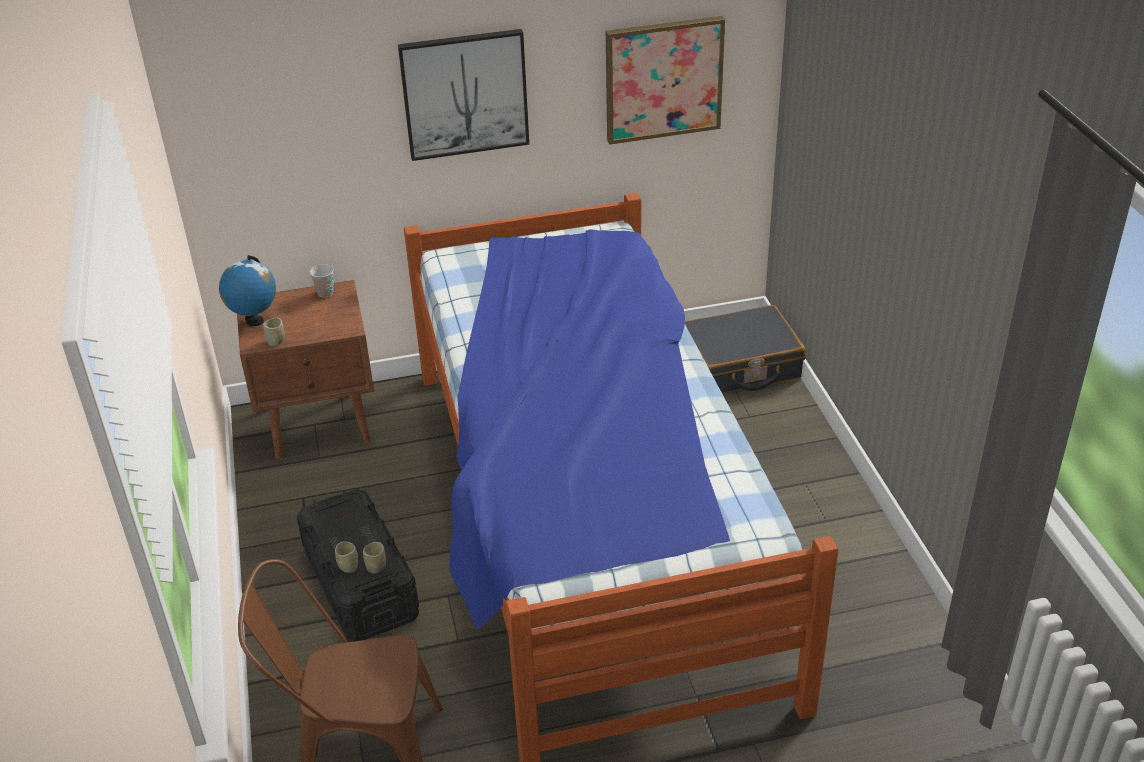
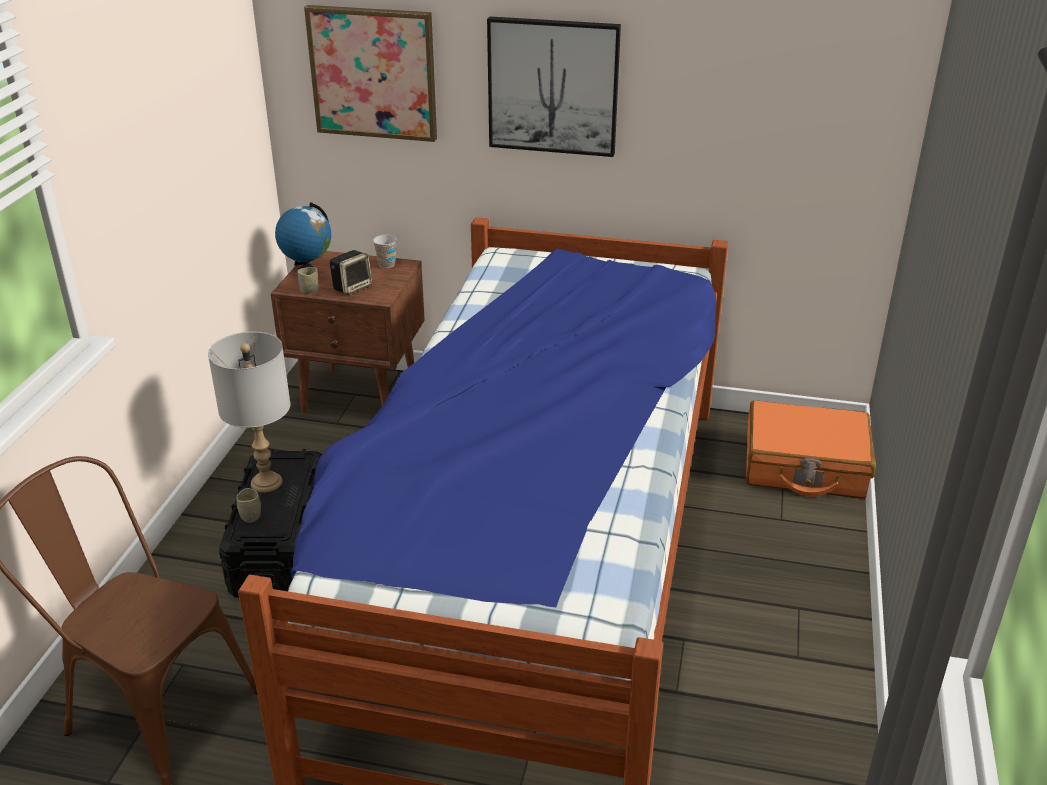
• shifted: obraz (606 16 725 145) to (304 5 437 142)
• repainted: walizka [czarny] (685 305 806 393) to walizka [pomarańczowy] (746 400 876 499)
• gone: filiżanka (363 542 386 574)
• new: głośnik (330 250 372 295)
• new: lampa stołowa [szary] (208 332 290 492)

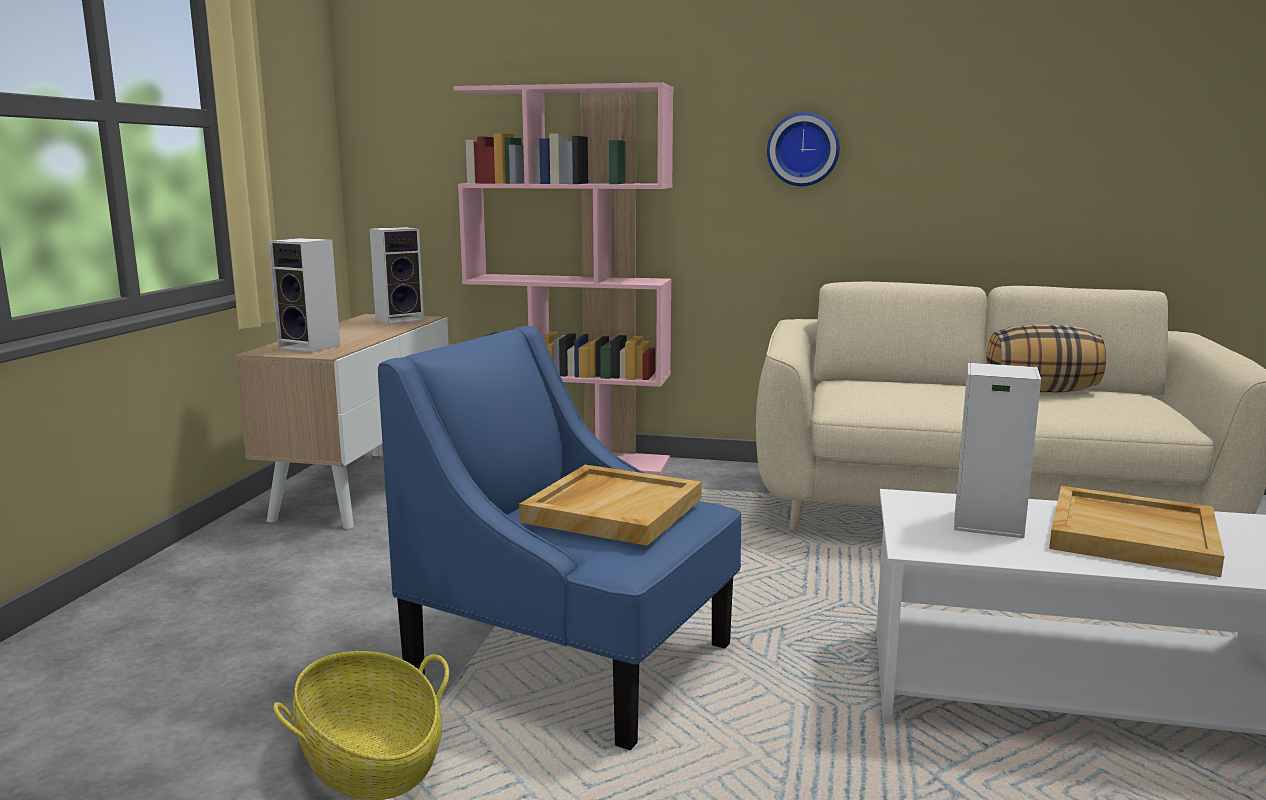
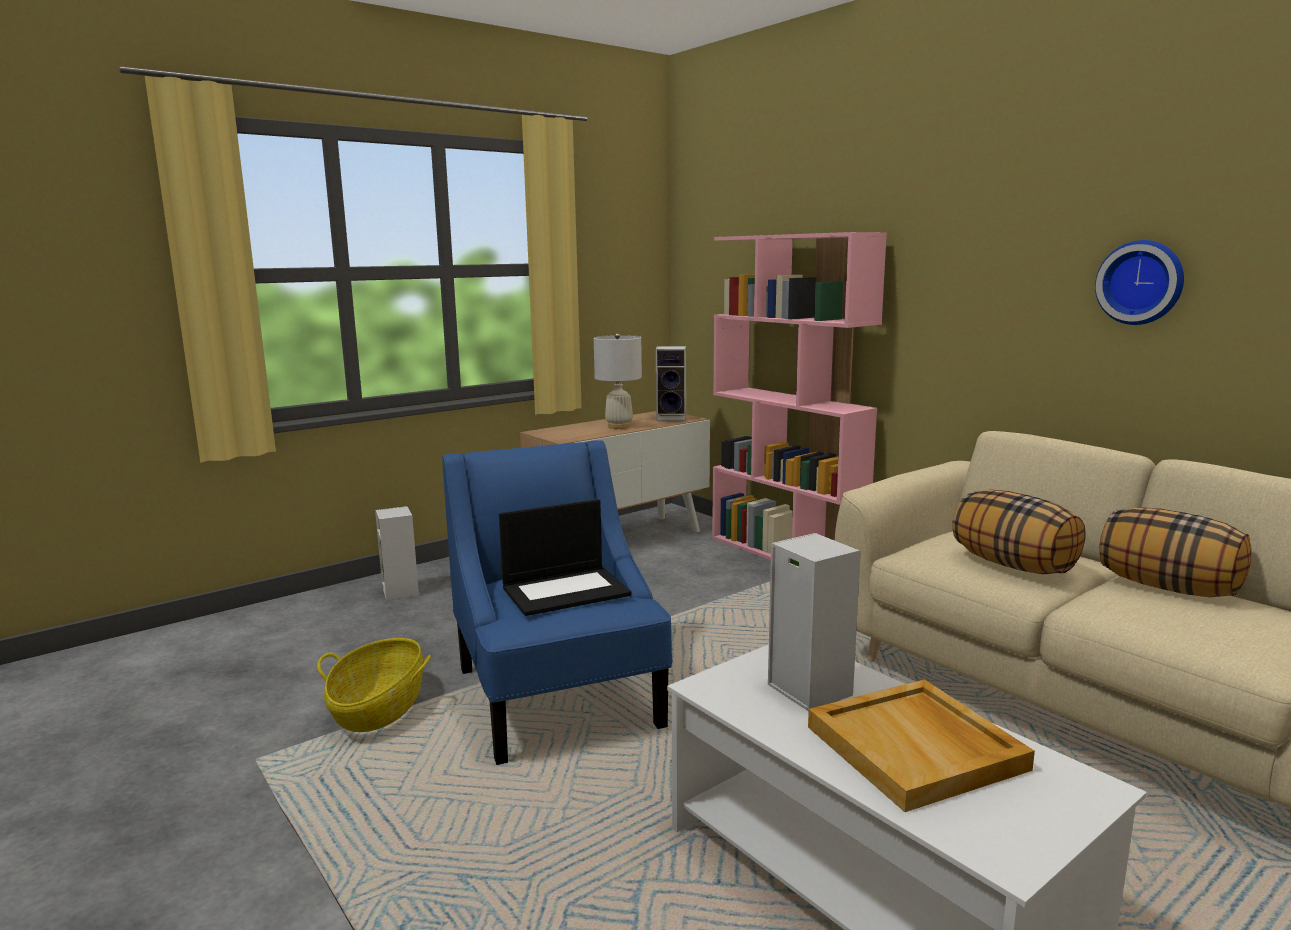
• shifted: zegar ścienny (767 112 840 186) to (1095 240 1184 325)
• shifted: głośnik (268 238 340 353) to (375 506 419 601)
• swapped: taca [beżowy] (519 465 702 546) to laptop (499 499 631 616)
• new: lampa stołowa [biały] (594 333 642 429)
• new: poduszka (952 490 1085 574)

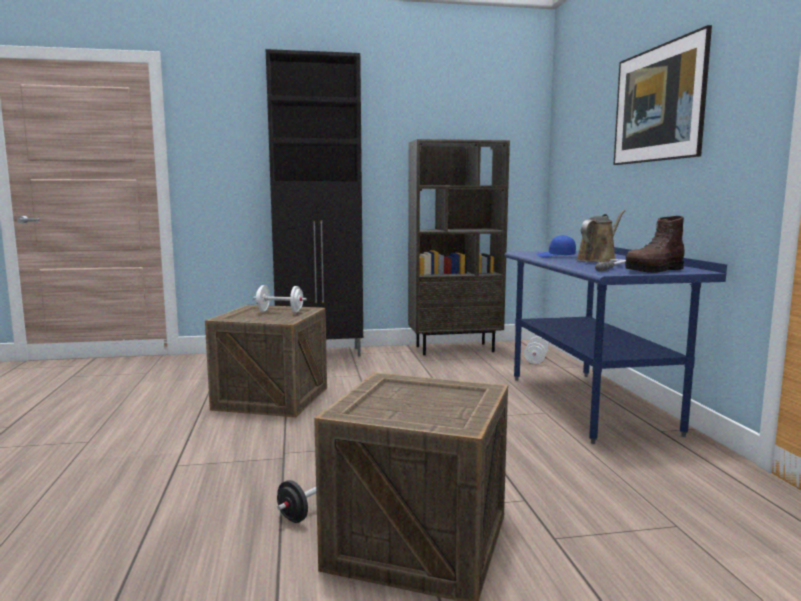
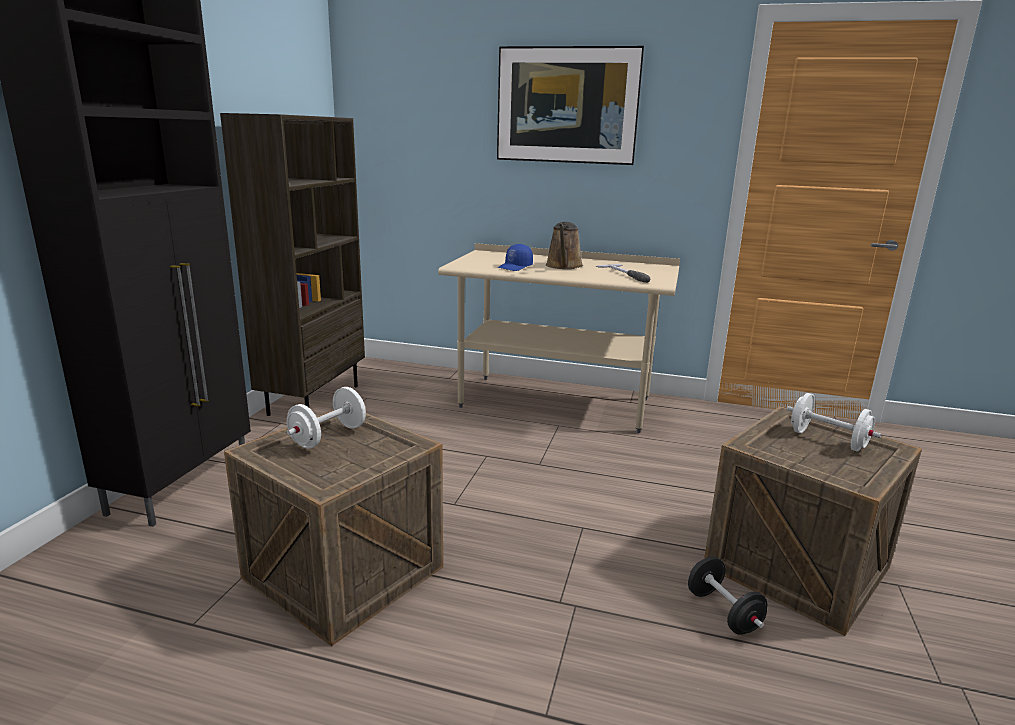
• rotated: konewka [brązowy] (576 210 625 262) = (546 222 583 269) 150 degrees counterclockwise
• gone: but z cholewką [brązowy] (625 216 685 273)
• repainted: biurko [niebieski] (505 247 727 444) to biurko [beżowy] (438 243 680 433)
• shifted: hantel [biały] (524 337 548 364) to (787 393 882 452)

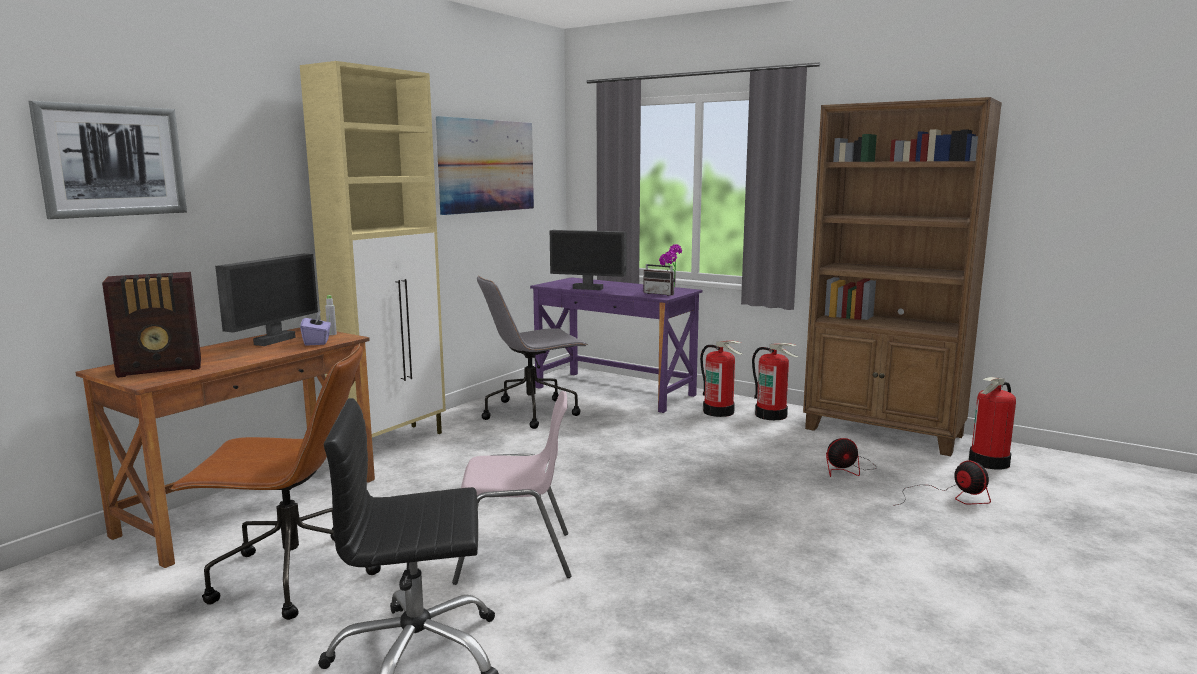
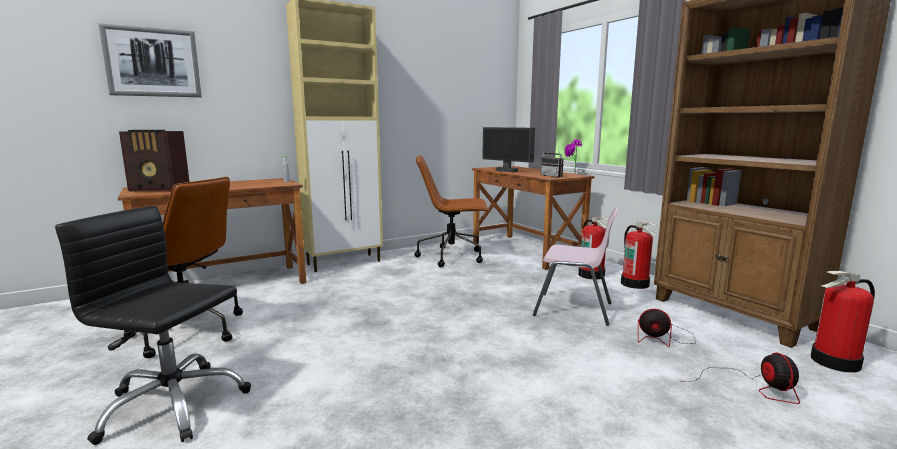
• gone: obraz (436 116 534 215)
• gone: monitor (215 254 318 346)
• repainted: krzesło biurowe [szary] (477 275 588 429) to krzesło biurowe [brązowy] (414 155 489 267)
• repainted: biurko [fioletowy] (530 277 702 413) to biurko [brązowy] (472 166 594 270)
• gone: pudełko chusteczek [fioletowy] (300 311 331 346)
• shifted: krzesło [różowy] (452 391 572 585) to (533 206 618 326)

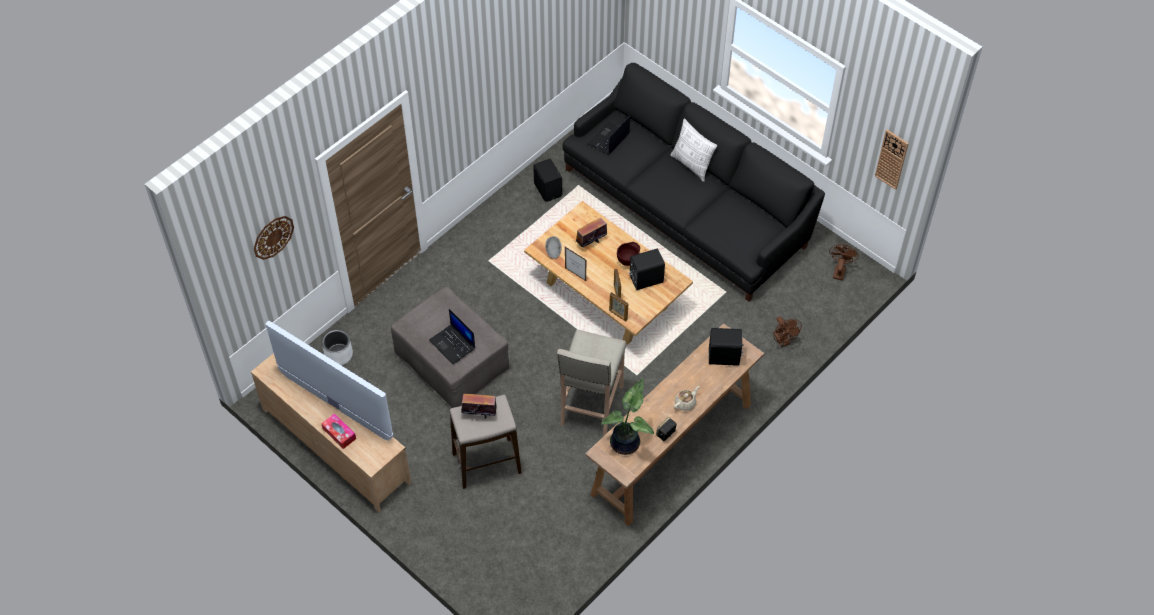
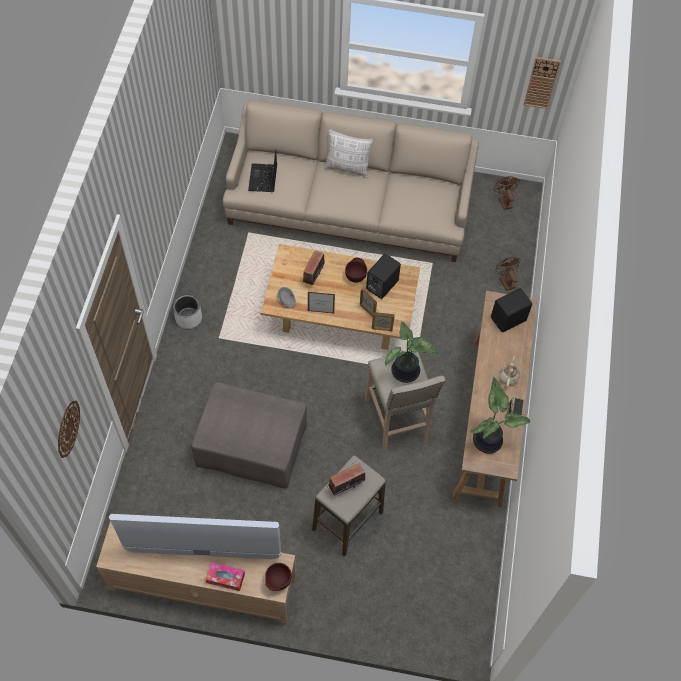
• repainted: kanapa [czarny] (562 63 825 302) to kanapa [beżowy] (223 100 479 262)
• gone: głośnik [czarny] (533 159 562 202)
• gone: laptop (429 309 475 364)
• rotated: wentylator [brązowy] (773 316 802 347) = (494 257 521 291) 150 degrees counterclockwise
• shifted: donica [biały] (322 329 353 365) to (173 295 202 329)
• new: roślina doniczkowa (385 321 440 383)
• new: miska [brązowy] (265 563 292 591)

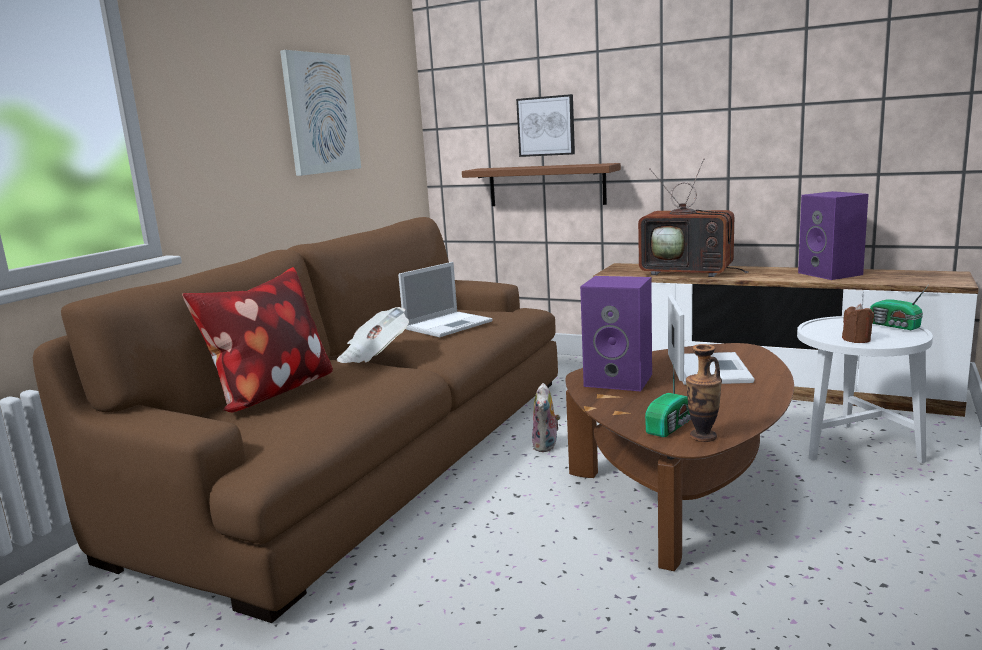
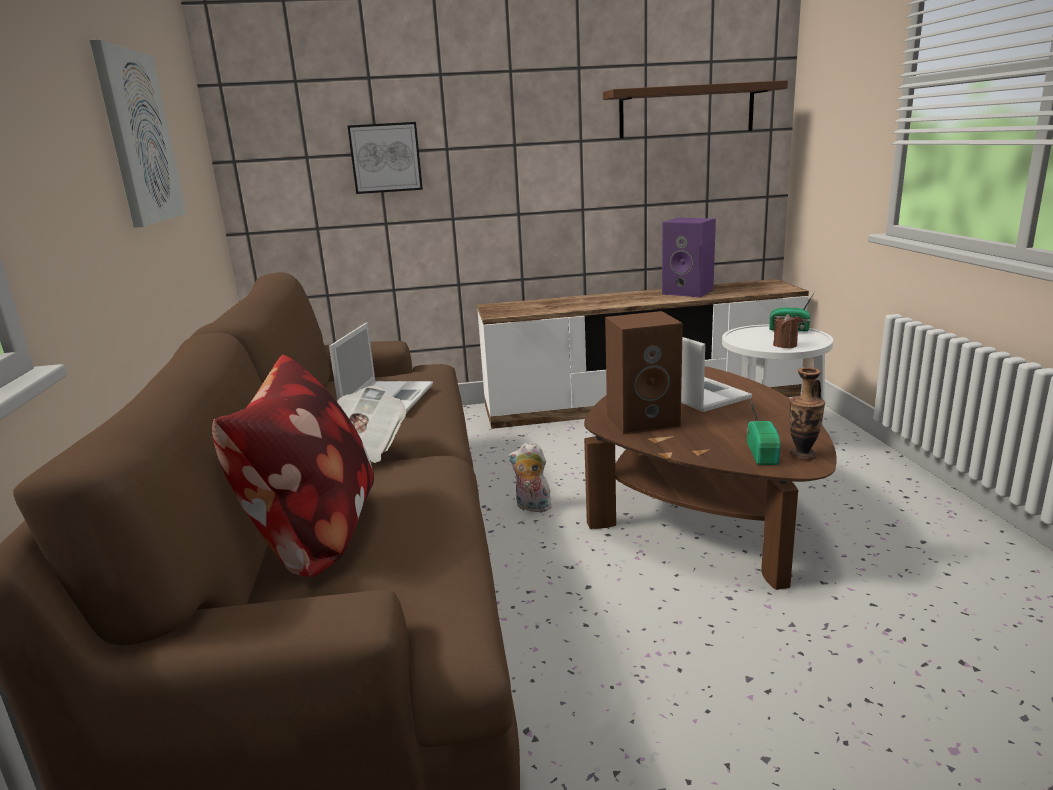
• gone: telewizor (638 158 749 277)
• shifted: półka [brązowy] (462 163 621 206) to (603 80 788 138)
• repainted: głośnik [fioletowy] (580 276 652 391) to głośnik [brązowy] (605 311 683 434)
• rotated: pluszak (532 383 560 452) = (508 443 552 512) 135 degrees clockwise

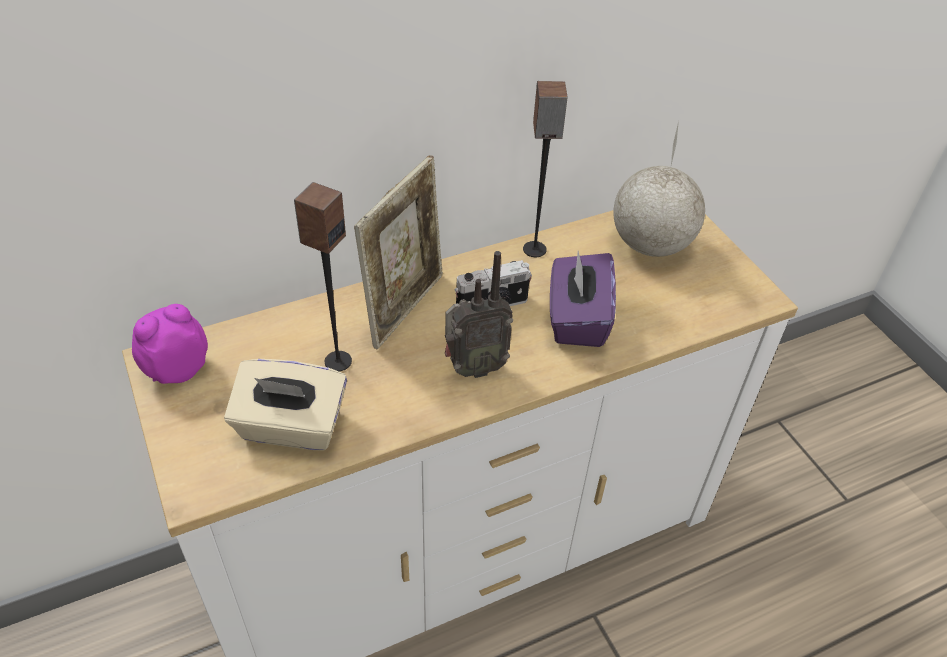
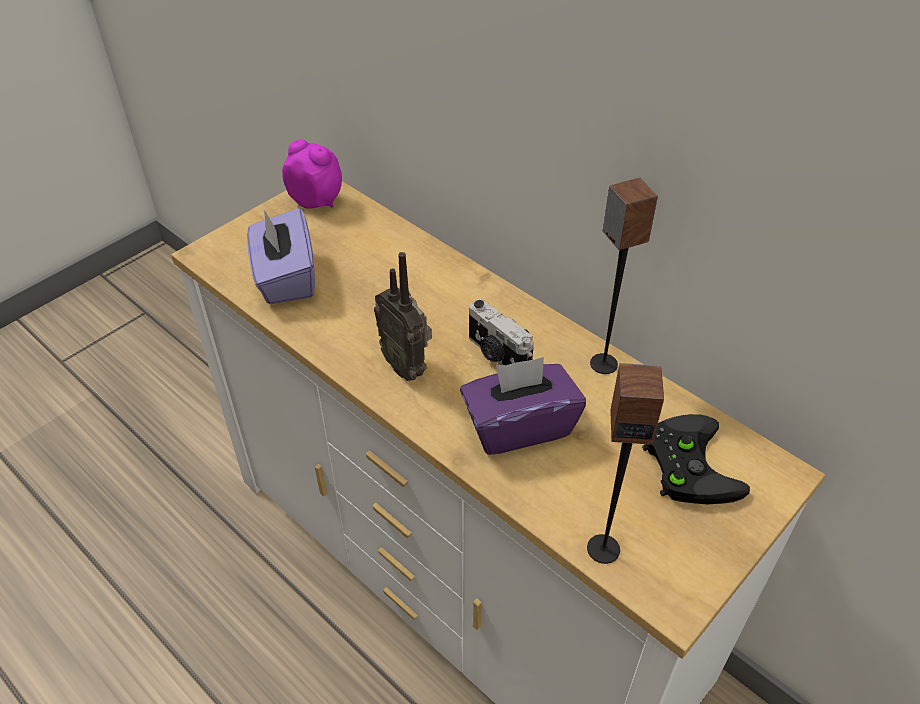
• swapped: globus (613 121 705 257) to pad do gier [czarny] (642 414 750 504)
• gone: ramka na zdjęcie (354 155 443 350)
• shifted: głośnik (294 182 352 371) to (587 363 664 564)
• repainted: pudełko chusteczek [beżowy] (224 359 347 451) to pudełko chusteczek [fioletowy] (247 208 315 304)

